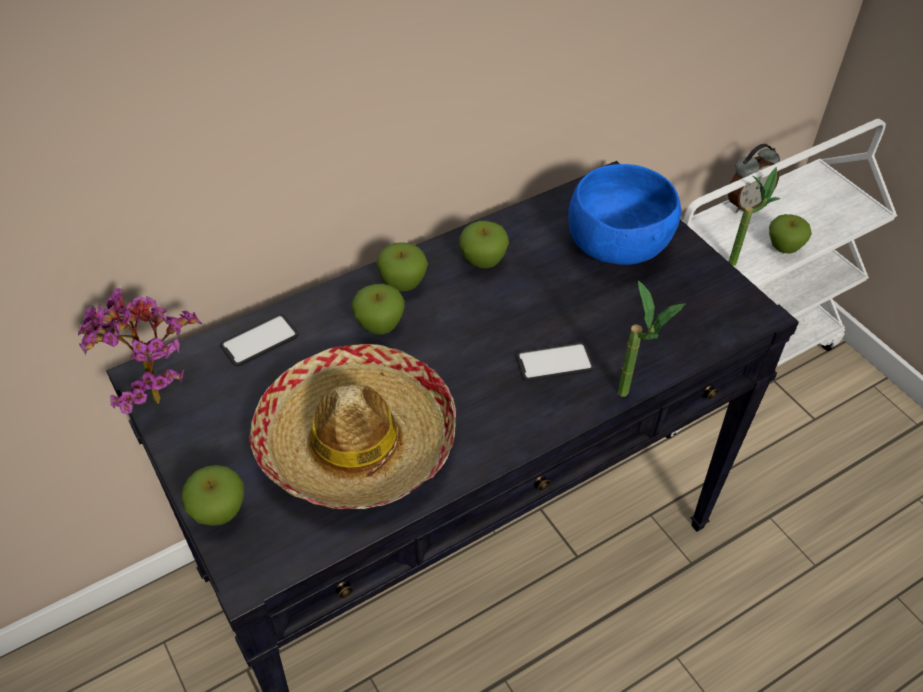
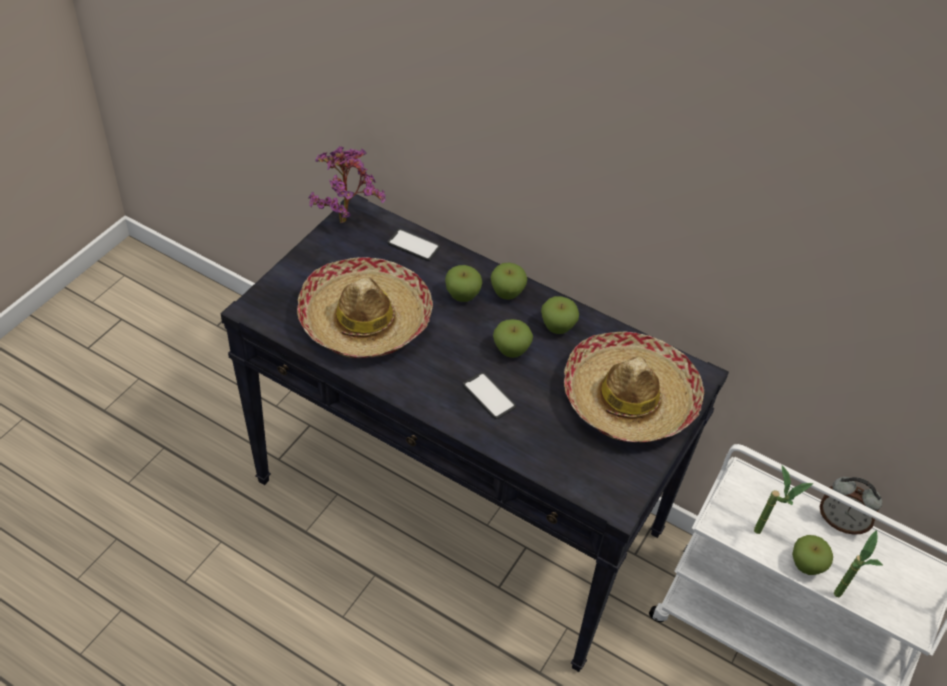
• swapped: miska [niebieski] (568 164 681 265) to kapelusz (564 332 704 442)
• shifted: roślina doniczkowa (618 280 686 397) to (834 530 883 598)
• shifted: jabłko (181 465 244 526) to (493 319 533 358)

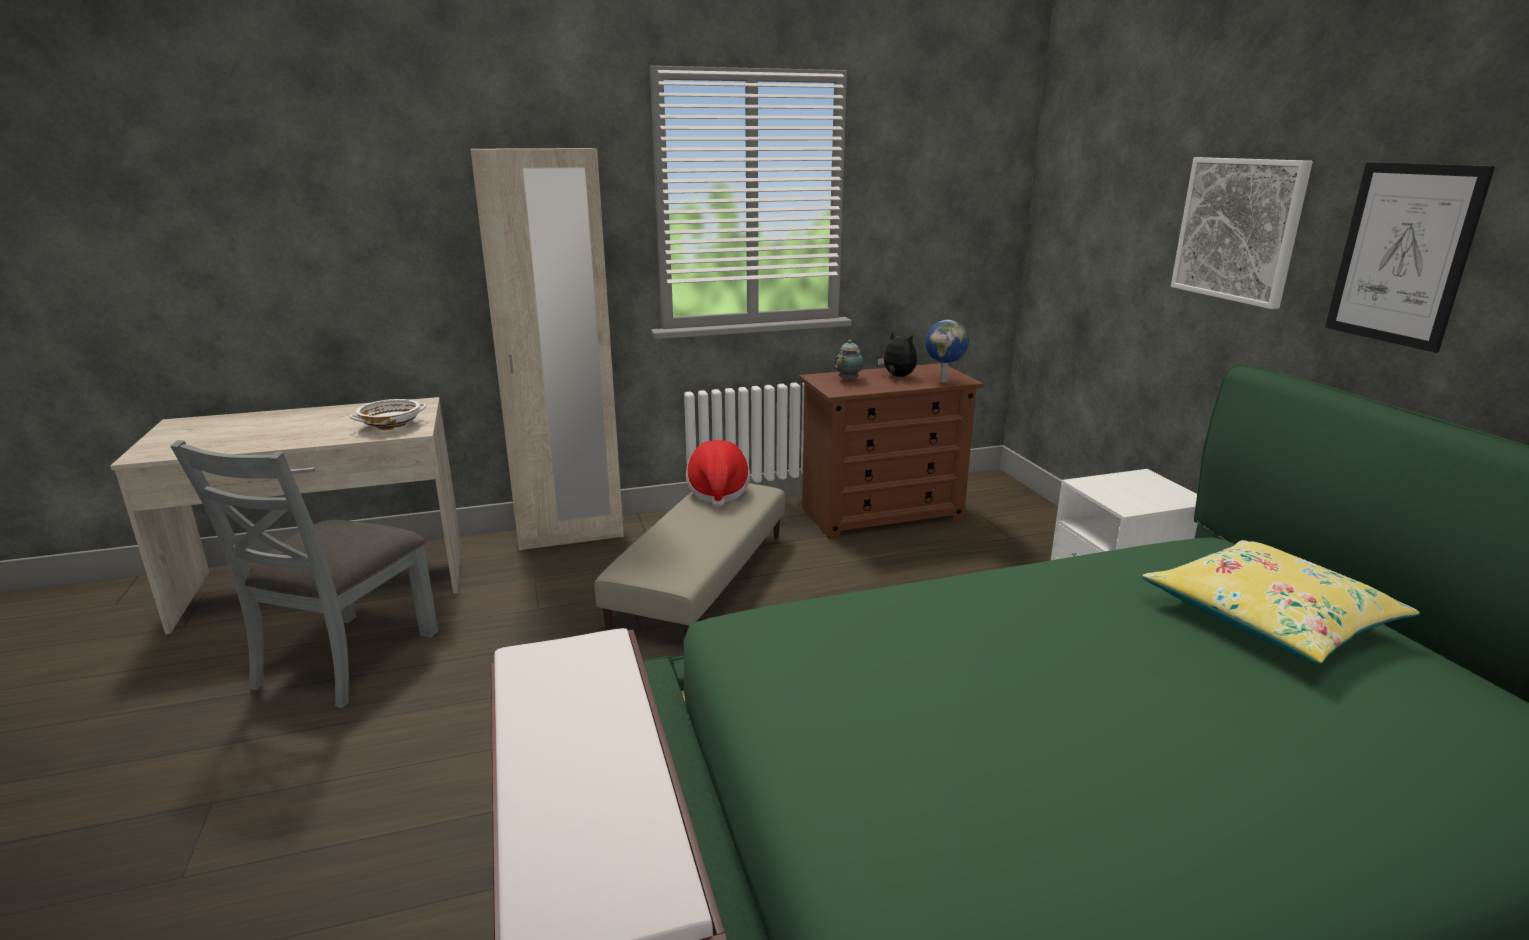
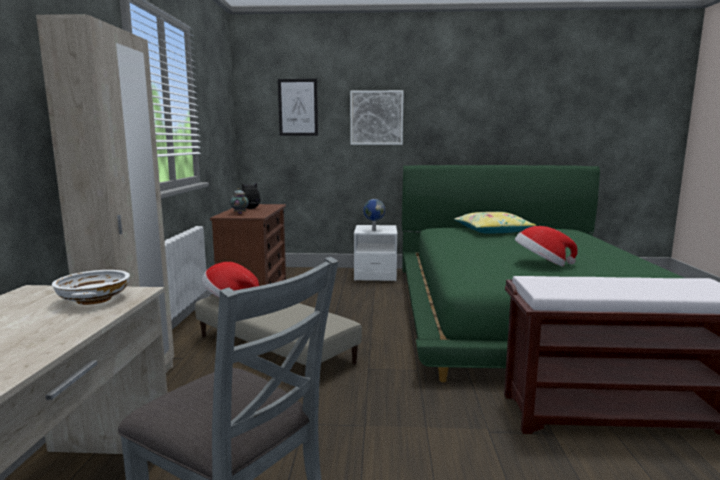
• shifted: obraz (1325 162 1495 353) to (278 79 318 136)
• shifted: globus (925 320 969 383) to (363 199 385 231)
• new: kapelusz (515 226 578 266)

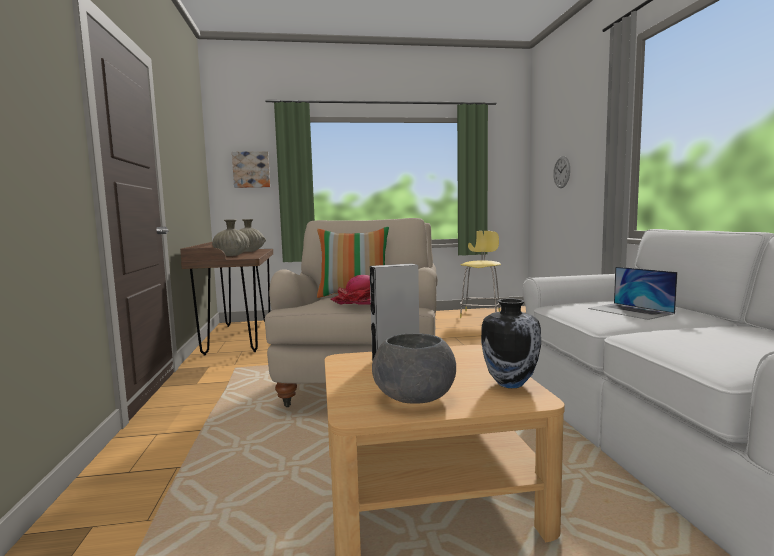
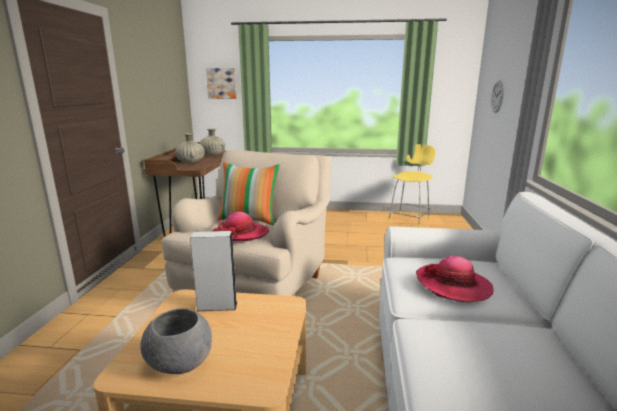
• swapped: laptop (588 267 678 320) to kapelusz (416 256 494 302)
• gone: wazon (481 299 541 388)

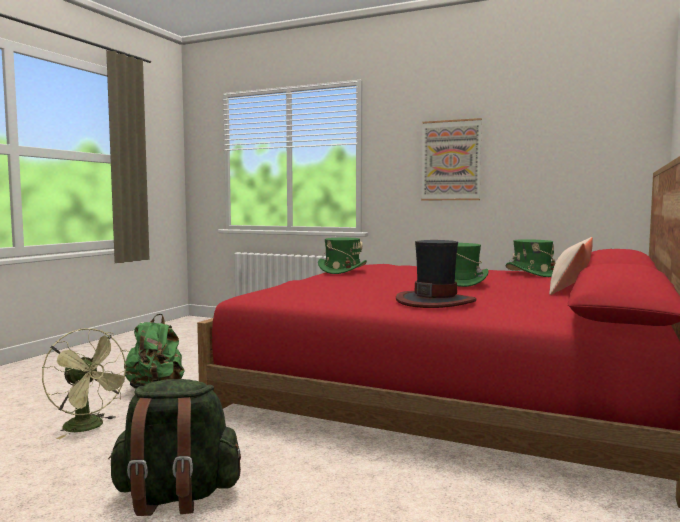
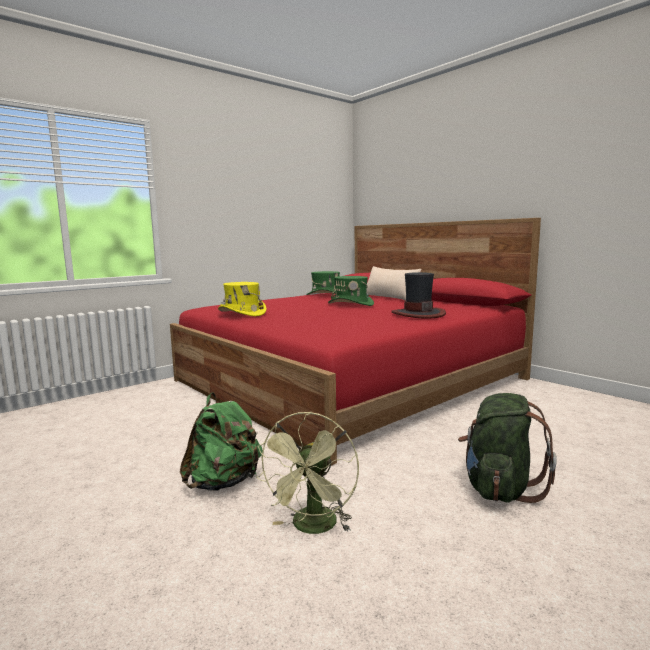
• gone: obraz (421 118 482 200)
• repainted: kapelusz [zielony] (318 238 367 274) to kapelusz [żółty] (218 282 266 316)
• rotated: wentylator [zielony] (42 328 132 439) = (256 412 359 534) 135 degrees clockwise

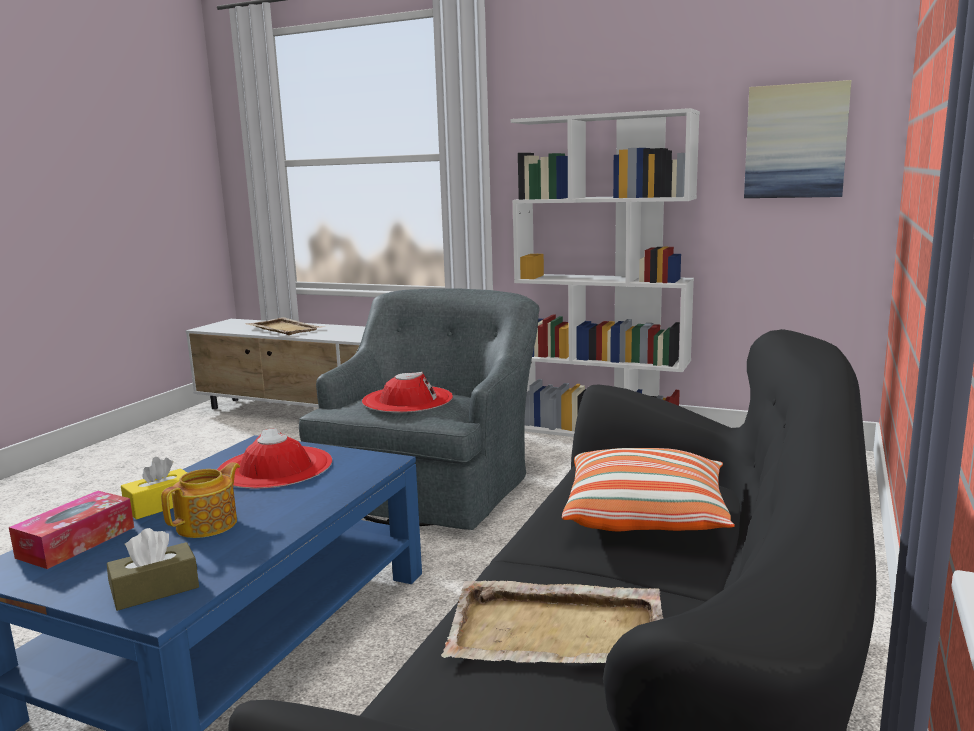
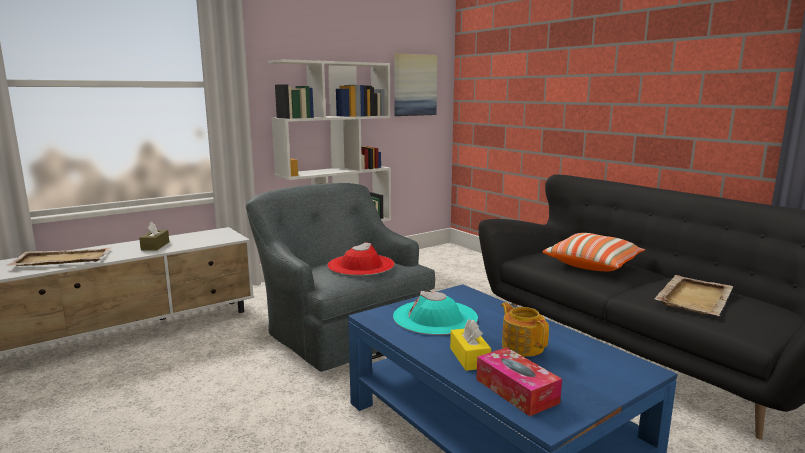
• repainted: kapelusz [czerwony] (217 428 332 489) to kapelusz [turkusowy] (393 291 478 335)
• shifted: pudełko chusteczek [brązowy] (107 528 199 611) to (139 221 169 251)

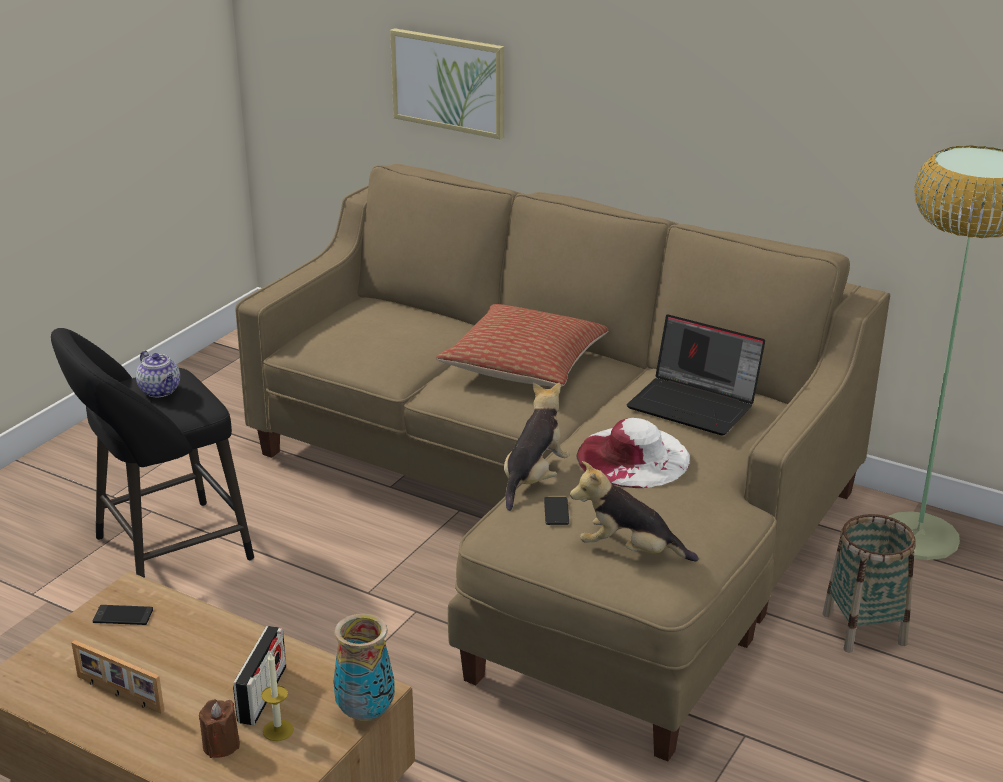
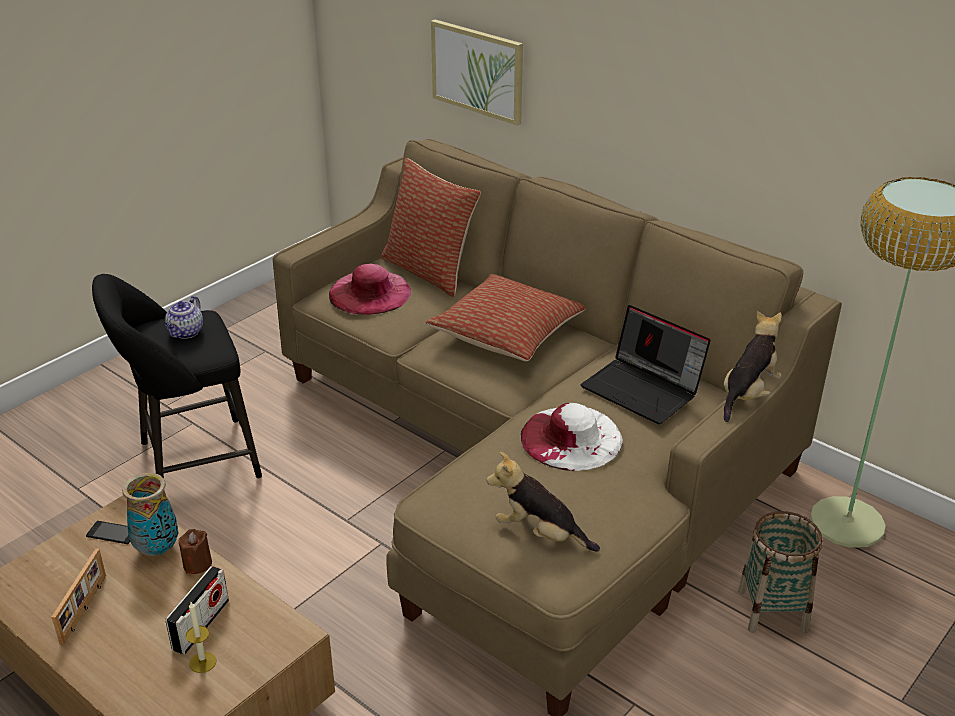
• rotated: imbryk (136 350 180 397) = (165 296 203 339) 45 degrees clockwise
• shifted: pluszak (504 382 570 511) to (724 311 782 422)
• gone: telefon (544 497 569 525)
• shifted: wazon (333 613 395 722) to (122 473 179 556)
• rotated: ramka na zdjęcie (71 640 164 713) = (51 549 106 645) 120 degrees counterclockwise
• shifted: świeca [brązowy] (199 699 240 758) to (179 529 212 574)
• new: poduszka (381 158 481 297)
• new: kapelusz [różowy] (329 264 411 315)

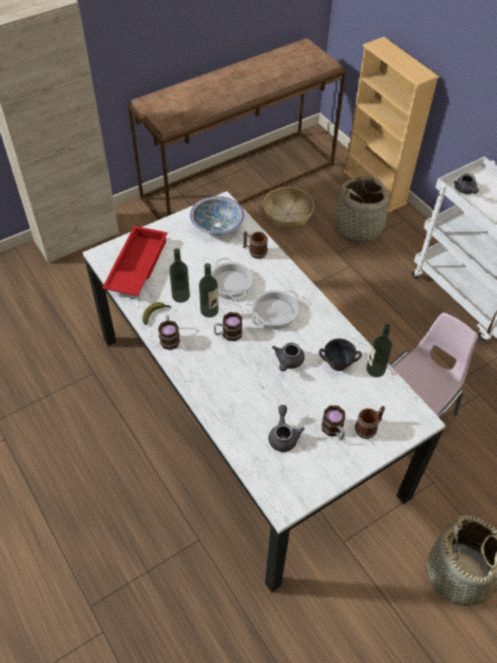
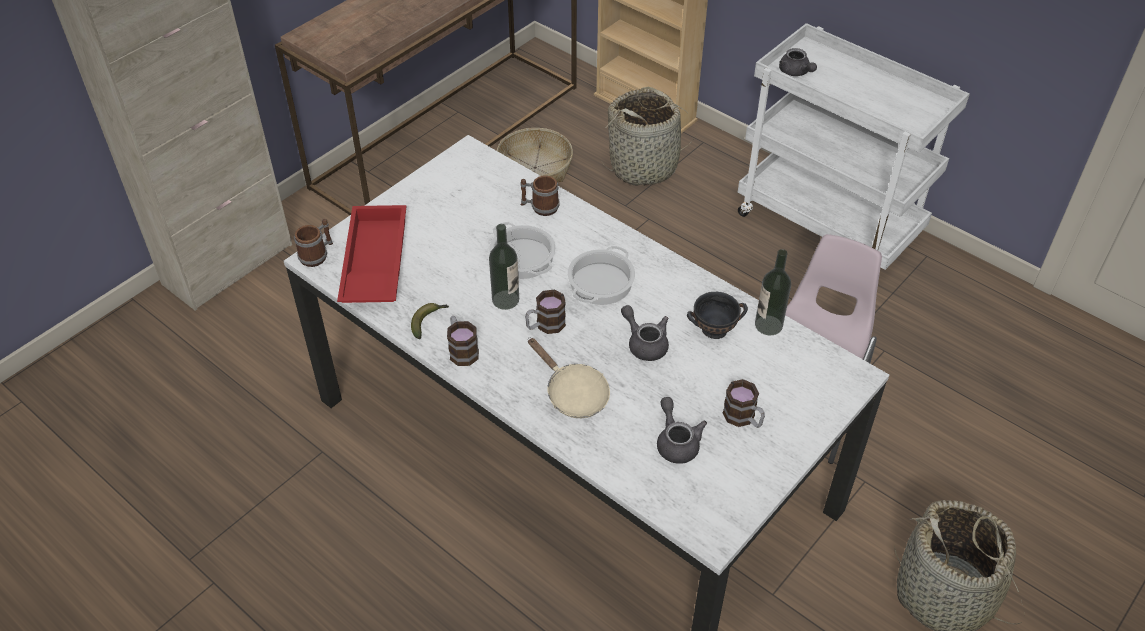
• gone: miska (190 196 244 235)
• gone: butelka (169 248 190 303)
• rotated: imbryk [szary] (272 343 305 371) = (621 305 669 361) 135 degrees clockwise
• shifted: kubek (355 406 385 439) to (294 219 333 267)
• new: patelnia [beżowy] (528 338 610 418)

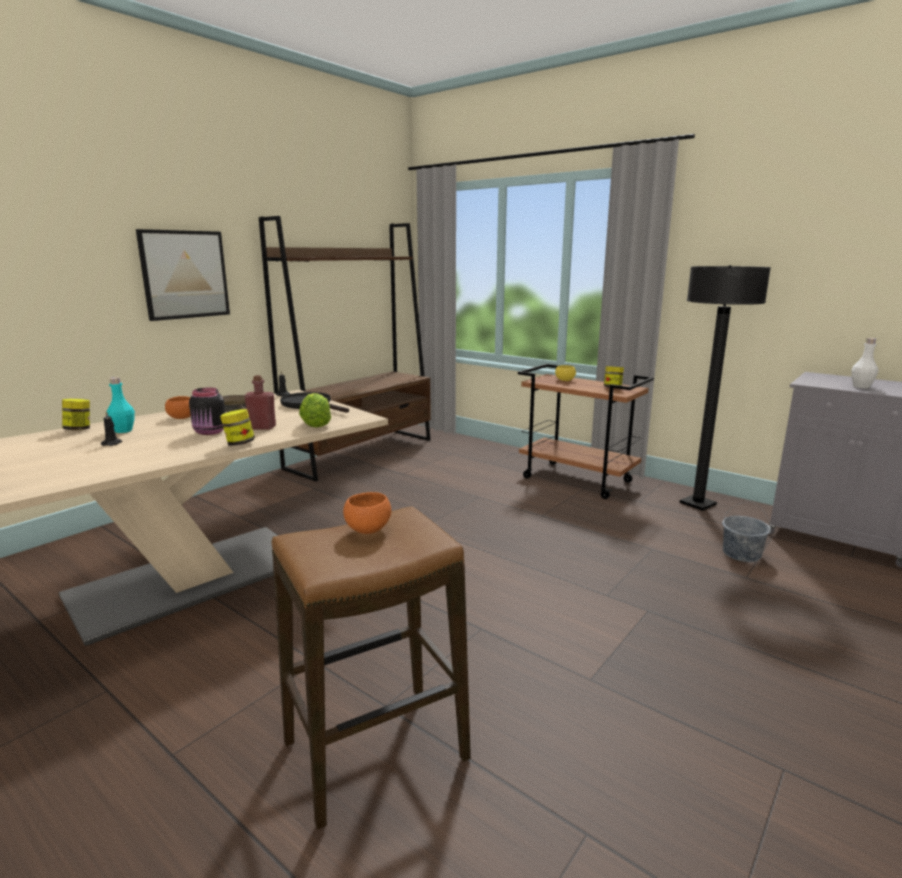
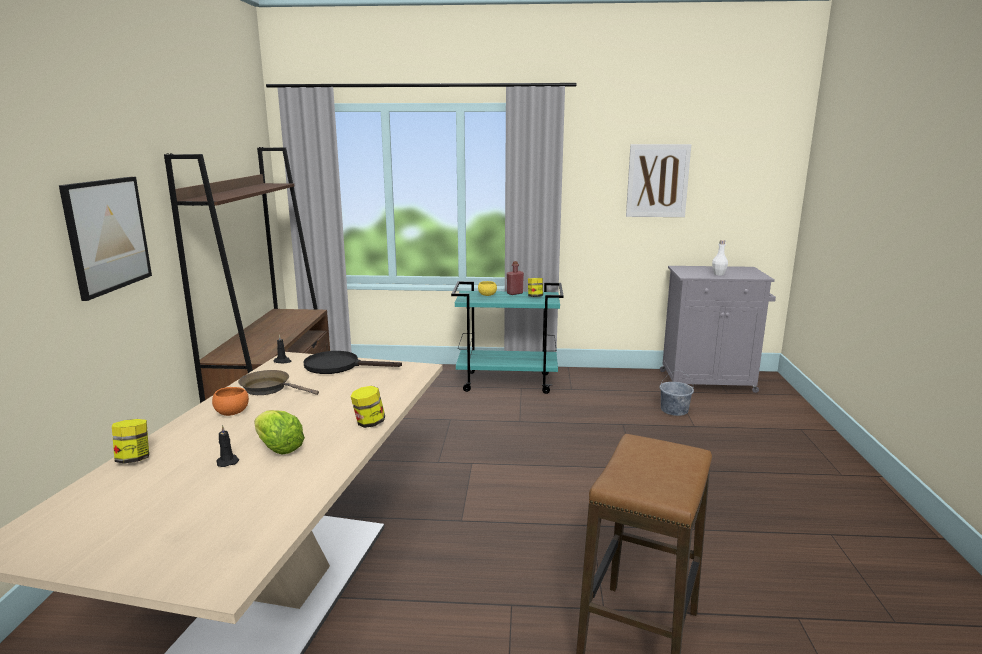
• gone: lampa stojąca [czarny] (680 265 771 511)
• repainted: wózek [brązowy] (518 364 654 499) to wózek [turkusowy] (451 281 563 394)
• shifted: butelka [czerwony] (245 375 276 430) to (507 261 524 295)
• gone: butelka [turkusowy] (107 377 135 433)
• gone: słoik [czarny] (189 388 225 435)
• shifted: sałata (299 393 331 428) to (254 410 305 454)
• gone: miska [pomarańczowy] (343 492 391 534)
• new: obraz (626 144 691 217)

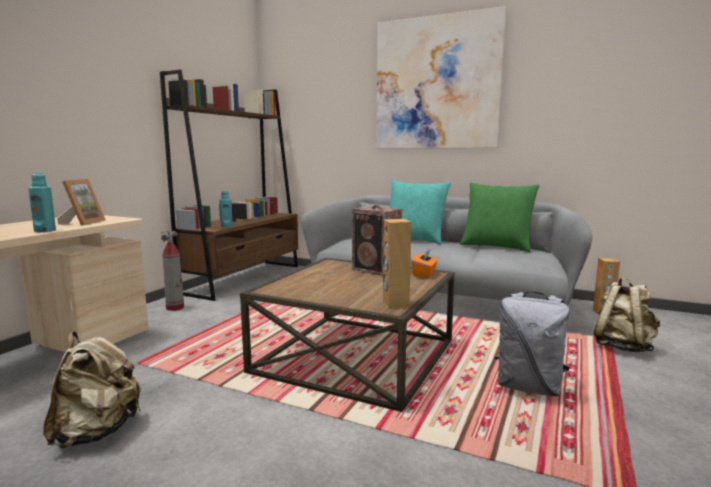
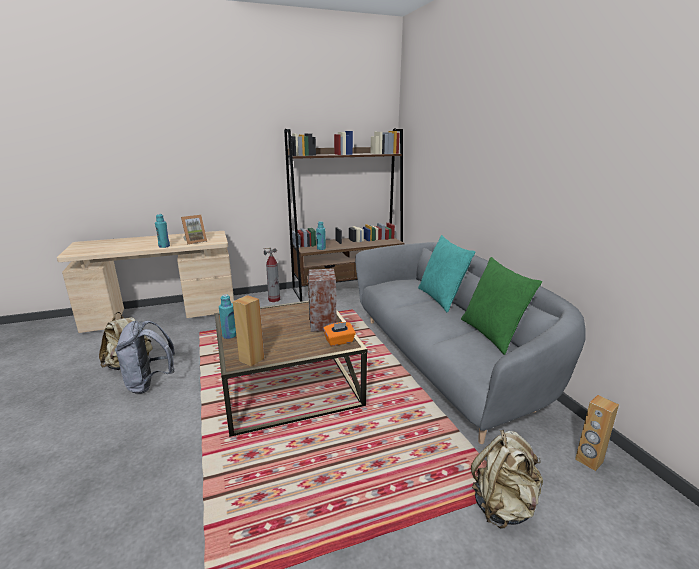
• gone: obraz (376 6 507 148)
• shifted: plecak [szary] (495 291 570 397) to (115 320 175 394)
• new: butelka [turkusowy] (219 294 236 339)

